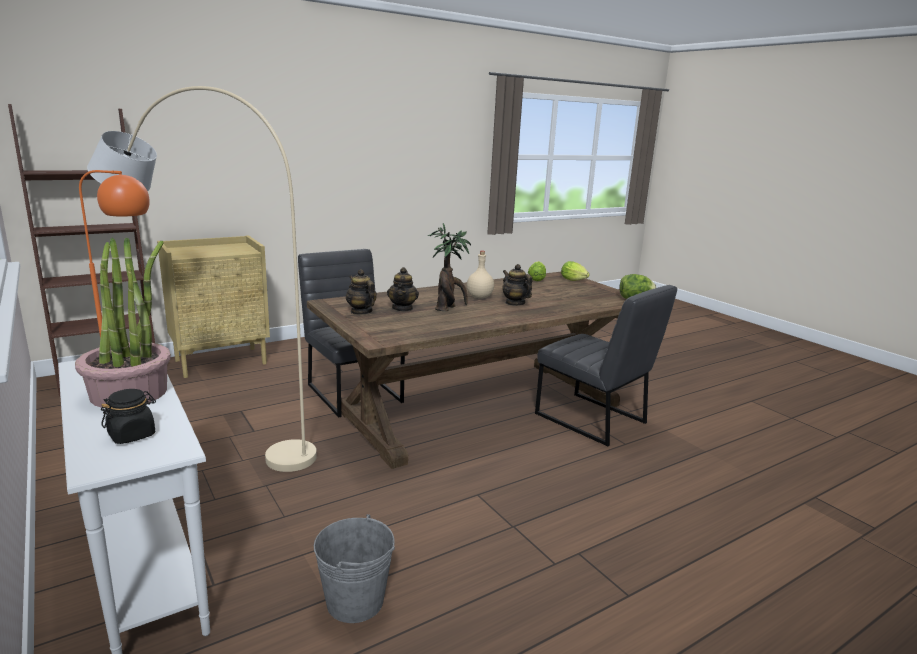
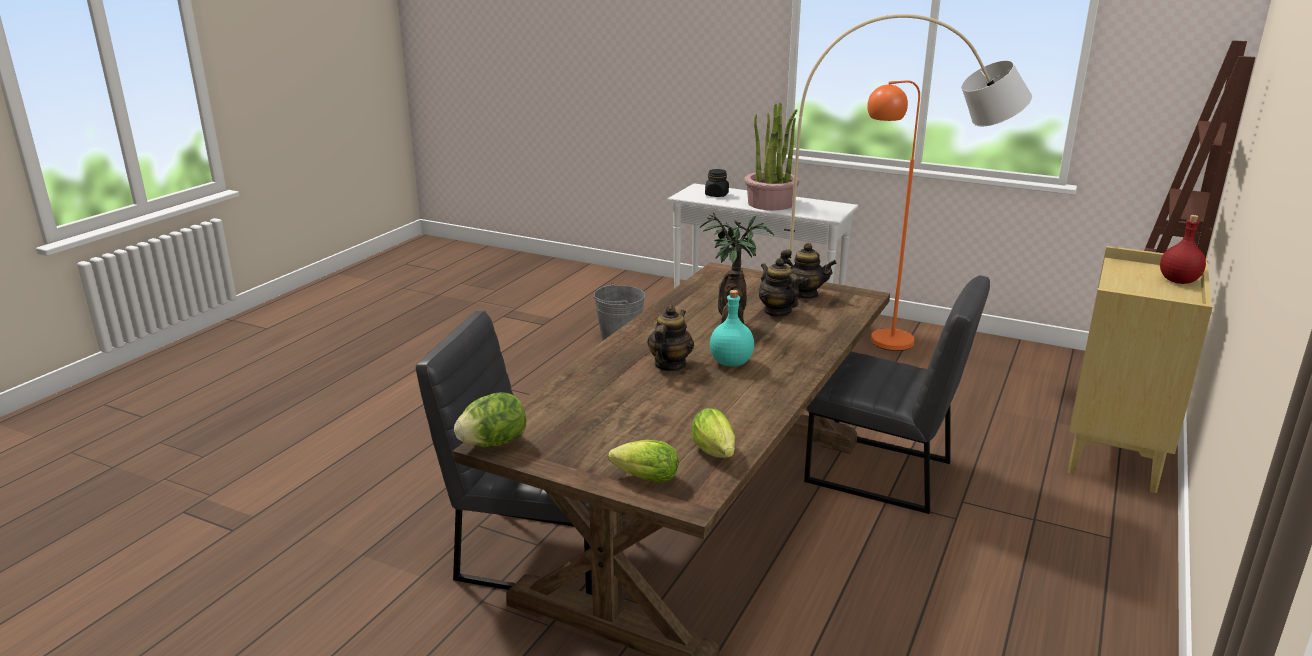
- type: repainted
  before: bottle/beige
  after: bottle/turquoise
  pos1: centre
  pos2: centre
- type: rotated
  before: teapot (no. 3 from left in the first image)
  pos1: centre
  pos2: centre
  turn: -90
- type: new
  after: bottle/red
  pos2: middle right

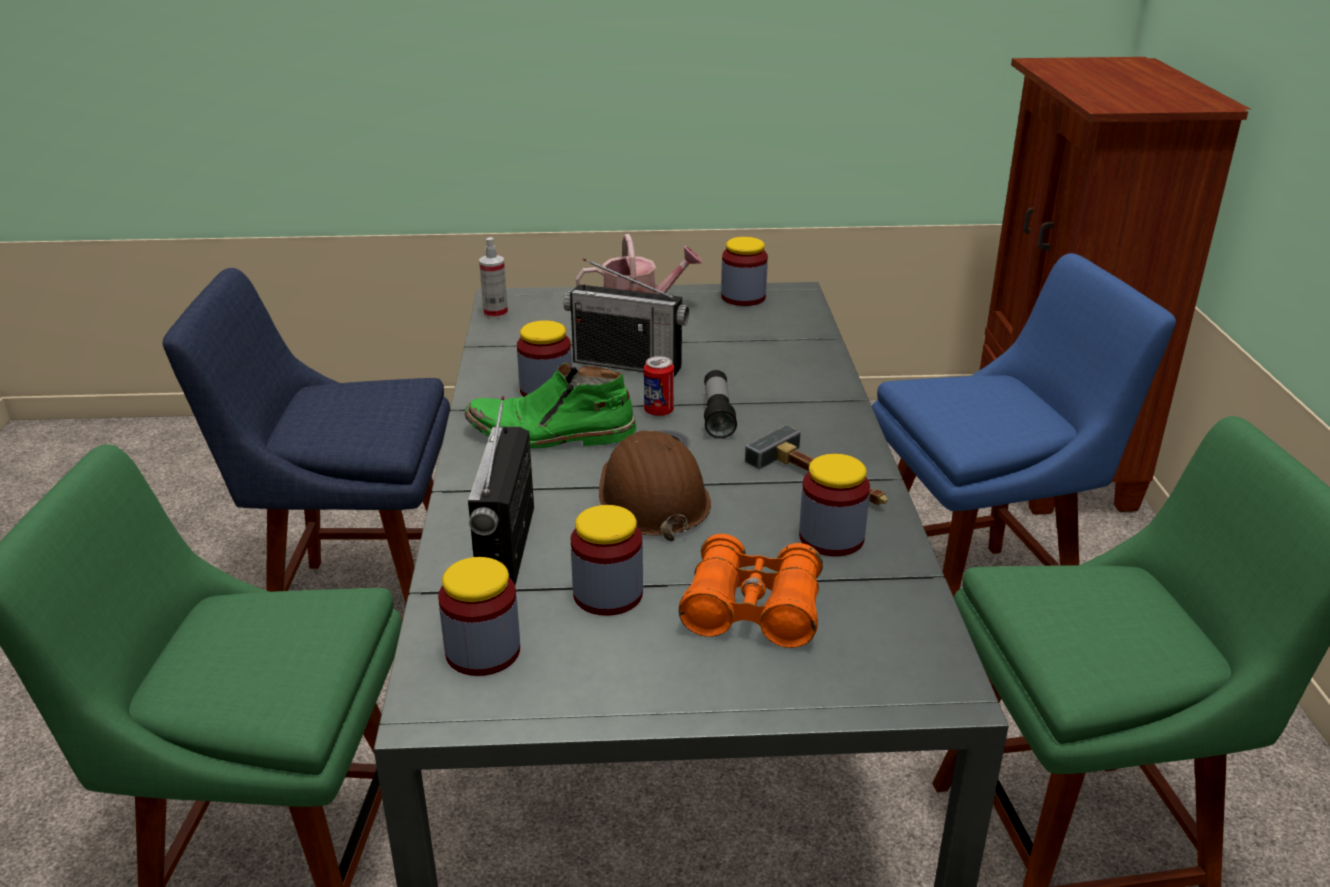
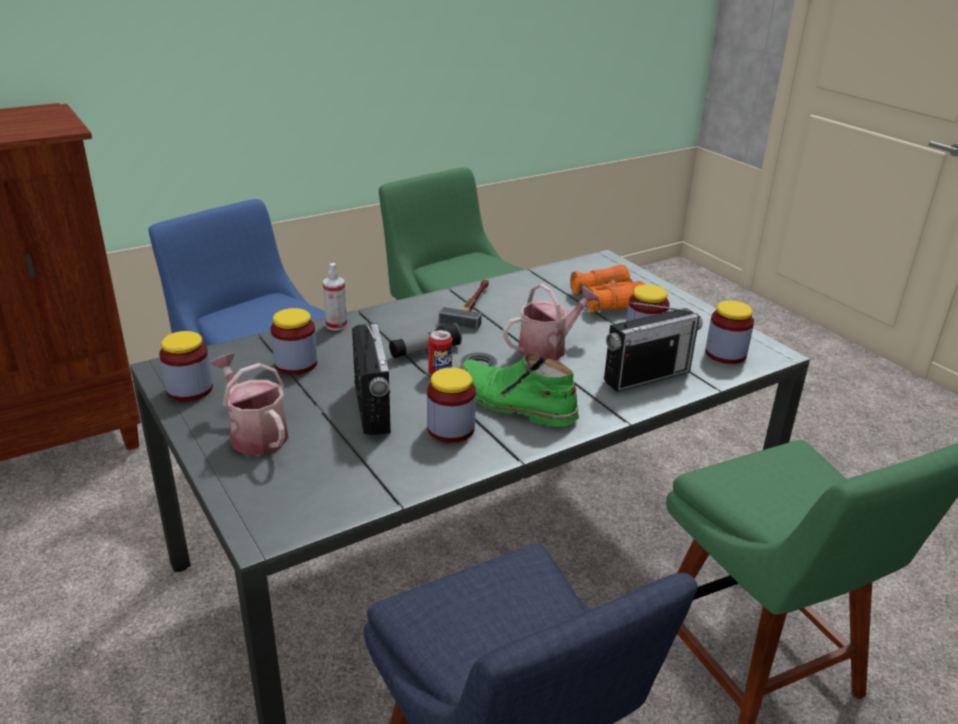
- type: rotated
  before: boot/green
  pos1: centre
  pos2: centre
  turn: 150
- type: shifted
  before: spray bottle
  pos1: top centre
  pos2: centre
- type: swapped
  before: hard hat/brown
  after: watering can (no. 2 from left)
  pos1: centre
  pos2: centre
- type: shifted
  before: jar (no. 5 from left in the first image)
  after: jar (no. 2 from left)
  pos1: centre
  pos2: middle left

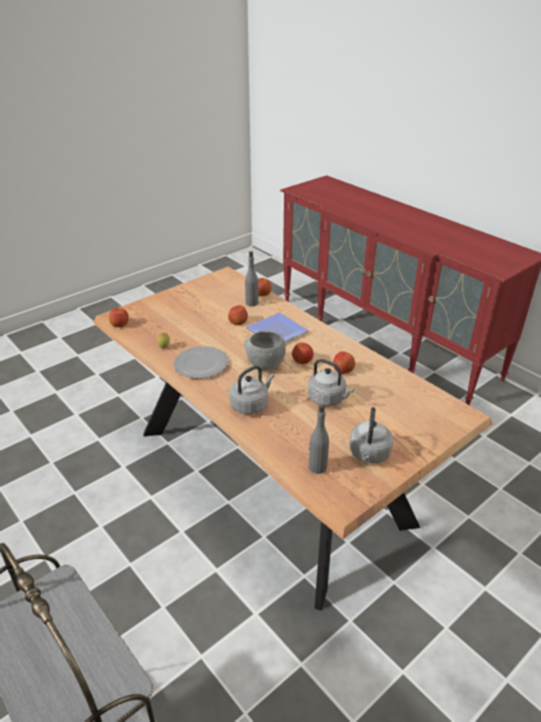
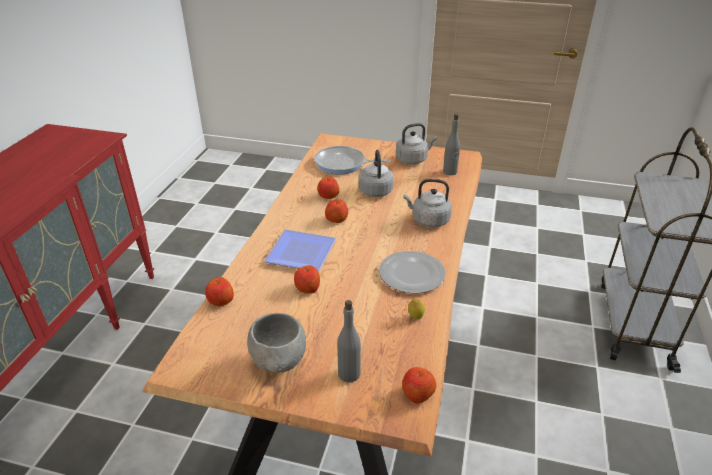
- type: shifted
  before: bowl/grey
  pos1: centre
  pos2: bottom centre
- type: shifted
  before: bottle/grey (no. 1 from left)
  pos1: centre
  pos2: bottom centre
- type: new
  after: frying pan
  pos2: centre

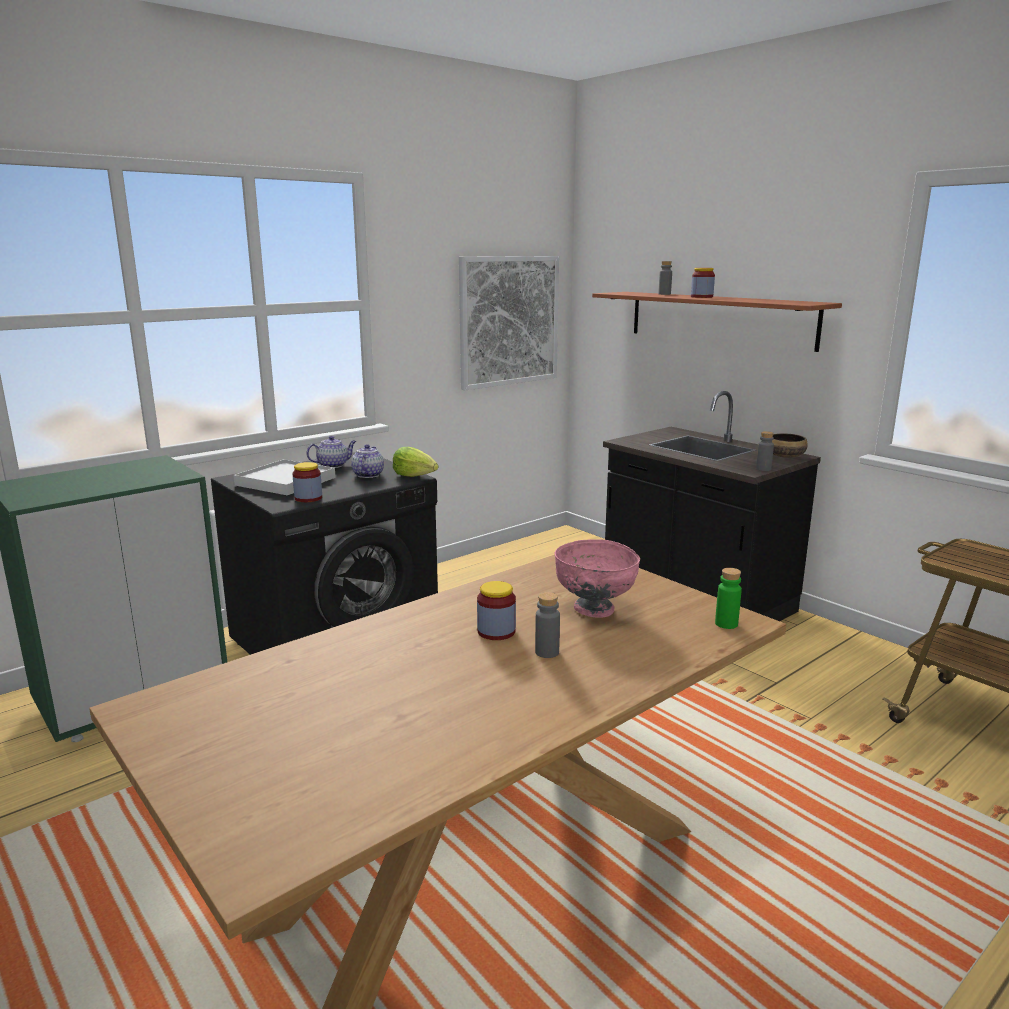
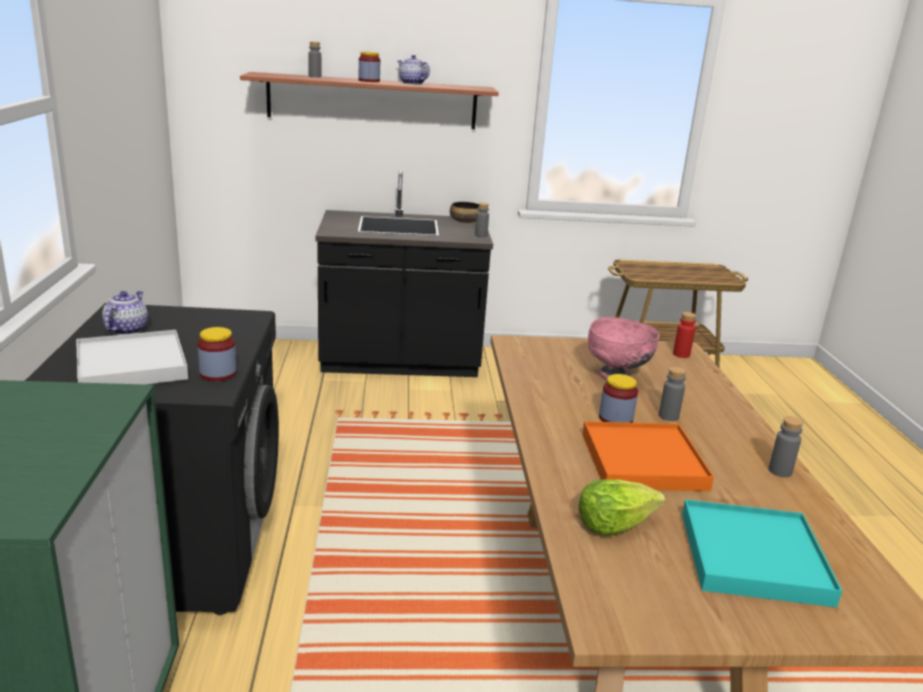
- type: shifted
  before: teapot (no. 2 from left)
  pos1: centre
  pos2: top centre
- type: shifted
  before: lettuce
  pos1: centre
  pos2: bottom right
- type: gone
  before: picture
  pos1: top centre
- type: repainted
  before: bottle/green
  after: bottle/red
  pos1: middle right
  pos2: middle right
- type: new
  after: tray/orange
  pos2: middle right
- type: new
  after: tray/turquoise
  pos2: bottom right
- type: new
  after: bottle/grey (no. 4 from left)
  pos2: middle right

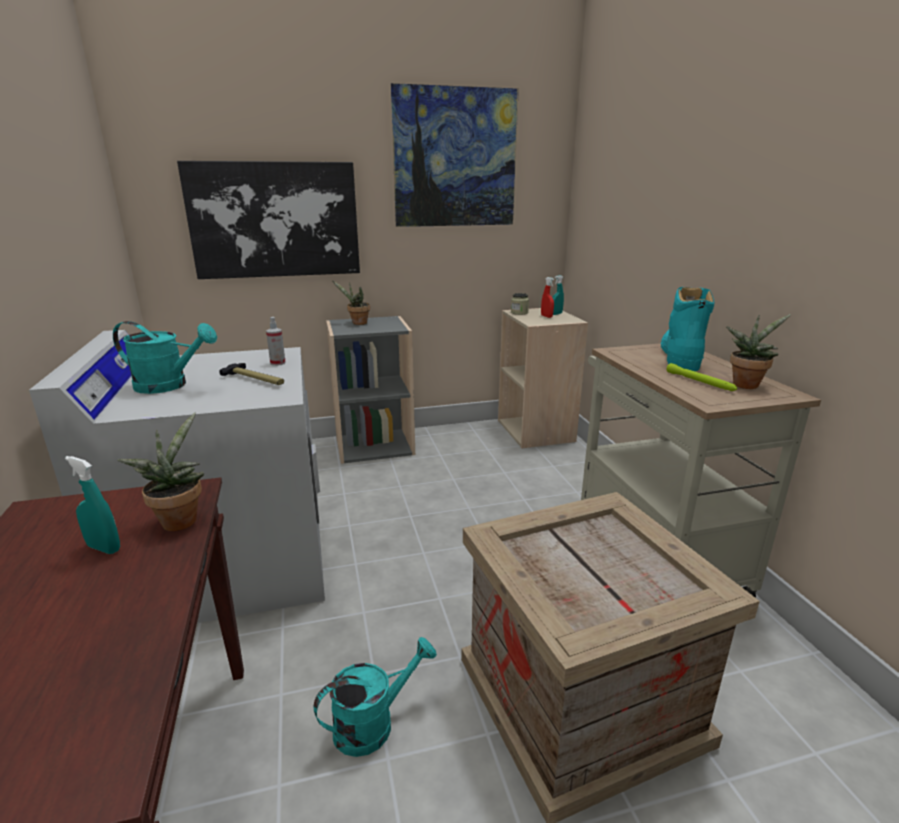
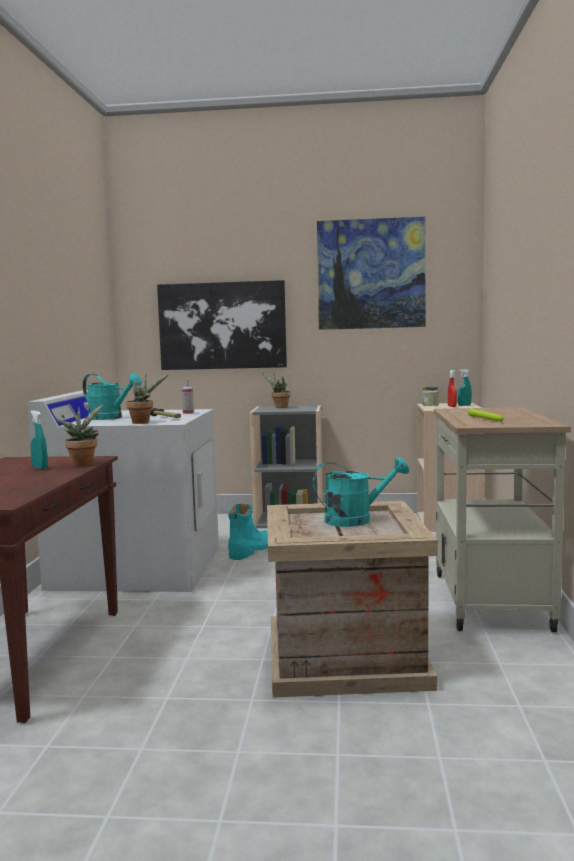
- type: shifted
  before: watering can/turquoise (no. 2 from left)
  pos1: bottom centre
  pos2: centre
- type: shifted
  before: boot/turquoise
  pos1: middle right
  pos2: centre
- type: shifted
  before: potted plant (no. 3 from left in the first image)
  after: potted plant (no. 2 from left)
  pos1: middle right
  pos2: middle left

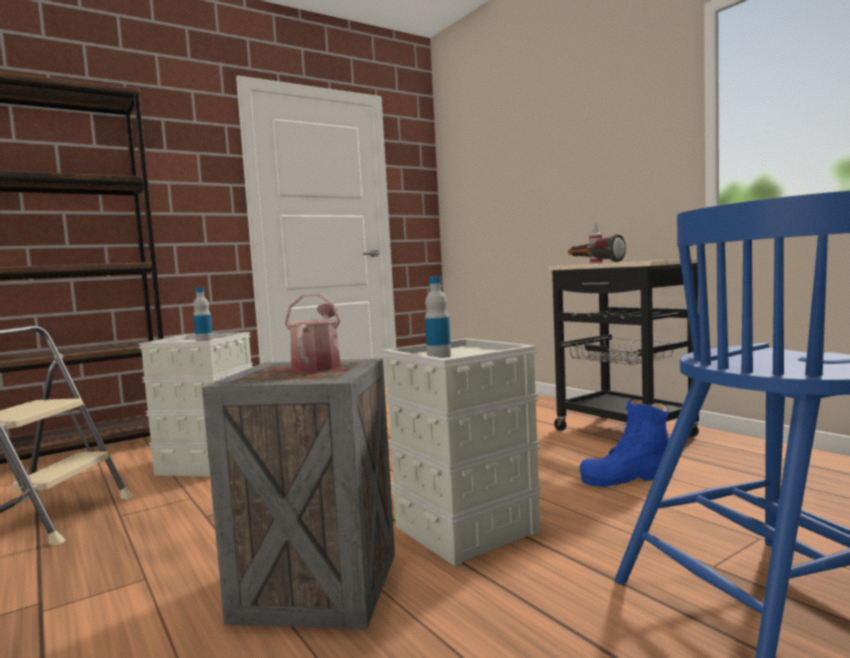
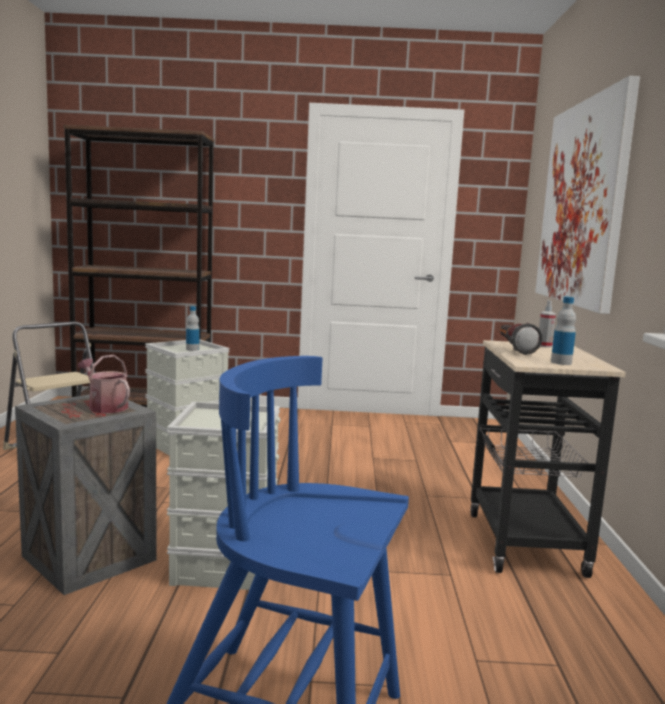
- type: rotated
  before: watering can
  pos1: centre
  pos2: middle left
  turn: -90
- type: shifted
  before: bottle (no. 2 from left)
  pos1: centre
  pos2: middle right
- type: gone
  before: boot/blue
  pos1: bottom right
- type: new
  after: picture
  pos2: top right

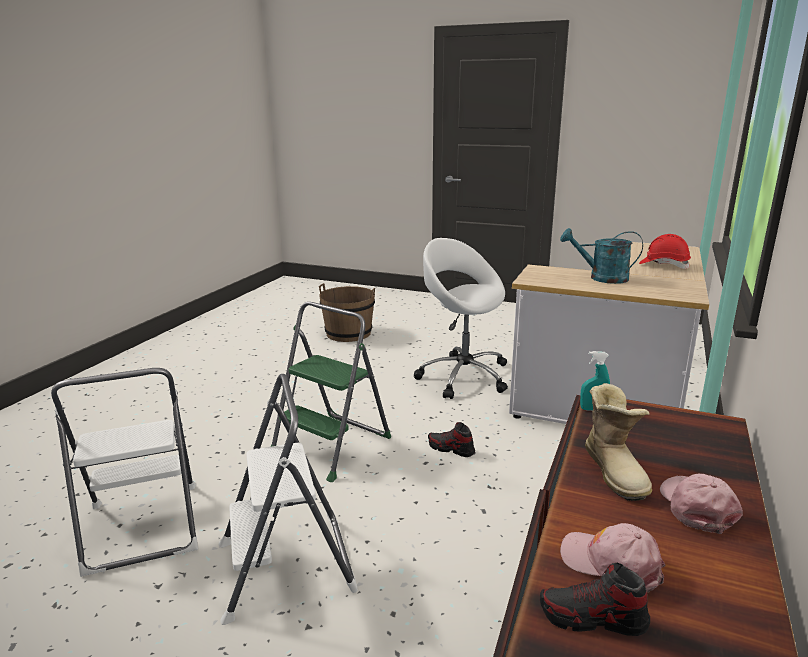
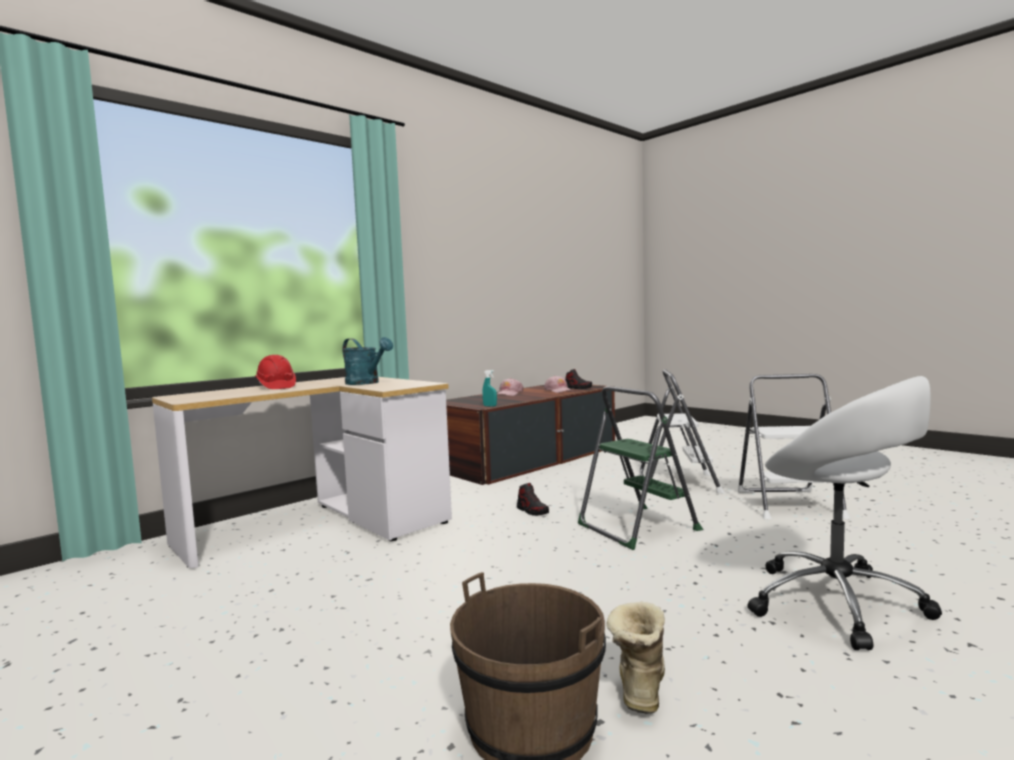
- type: shifted
  before: office chair/white
  pos1: centre
  pos2: bottom right
- type: shifted
  before: boot
  pos1: bottom right
  pos2: bottom centre

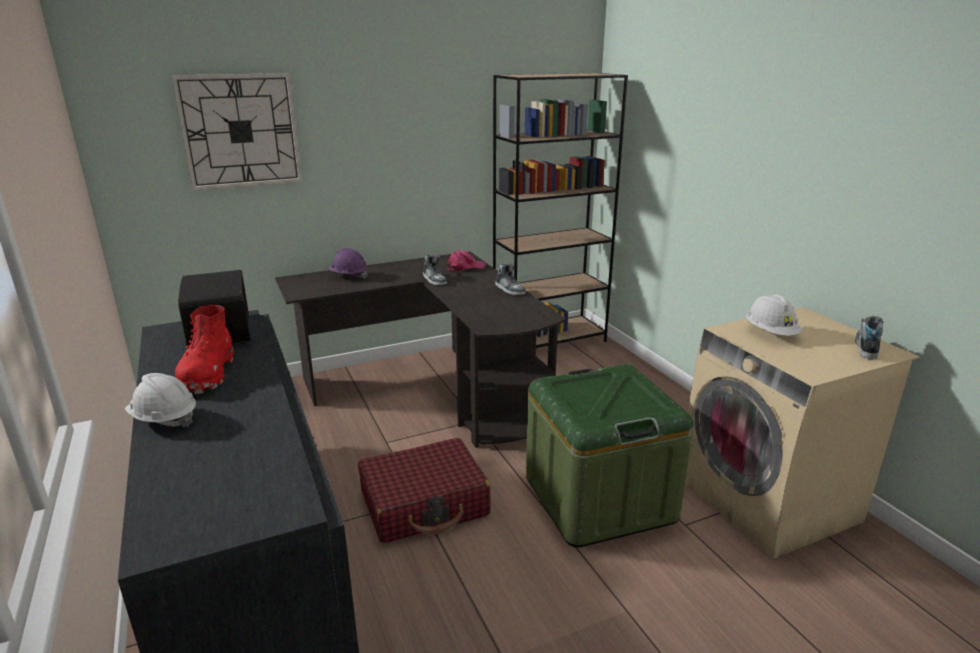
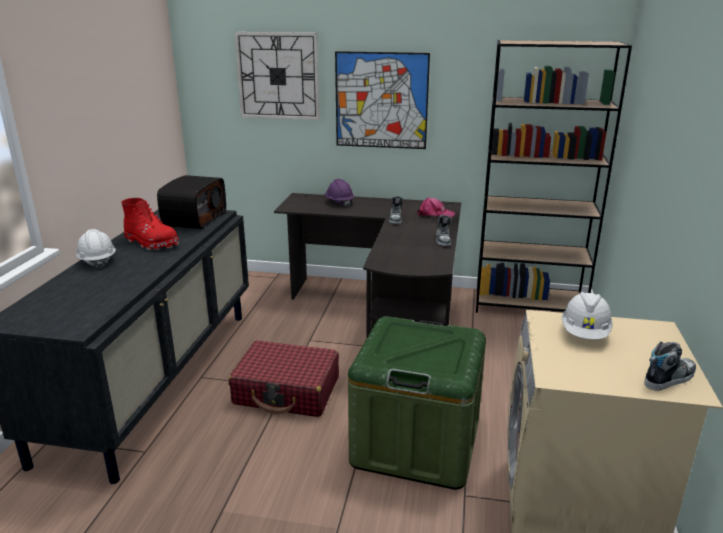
- type: rotated
  before: boot/red
  pos1: middle left
  pos2: middle left
  turn: -90
- type: new
  after: picture
  pos2: top centre

